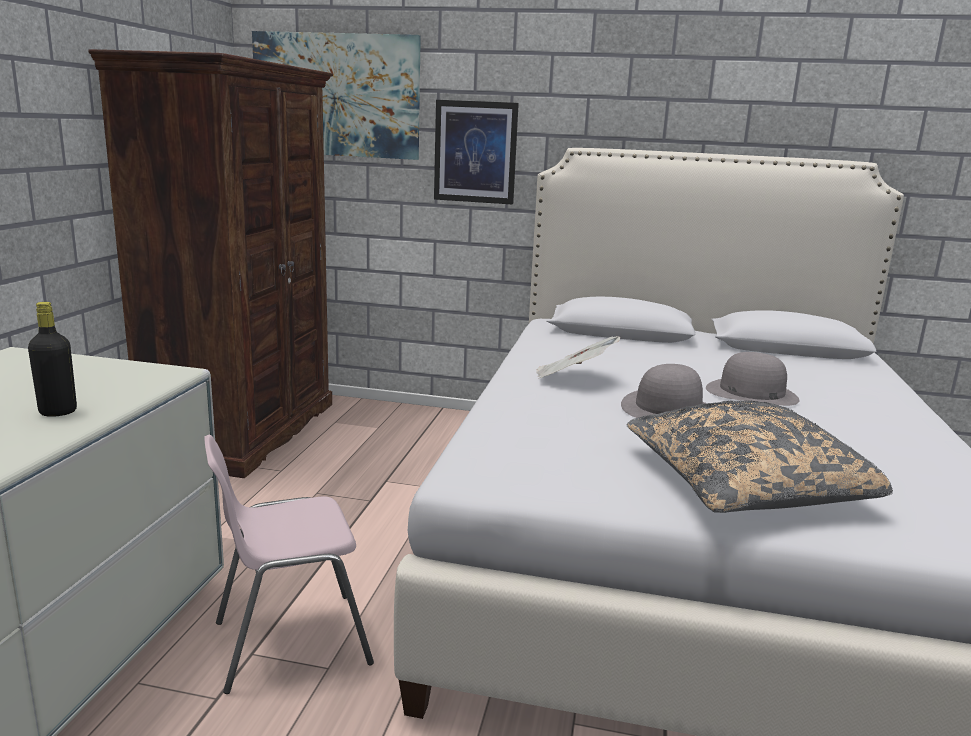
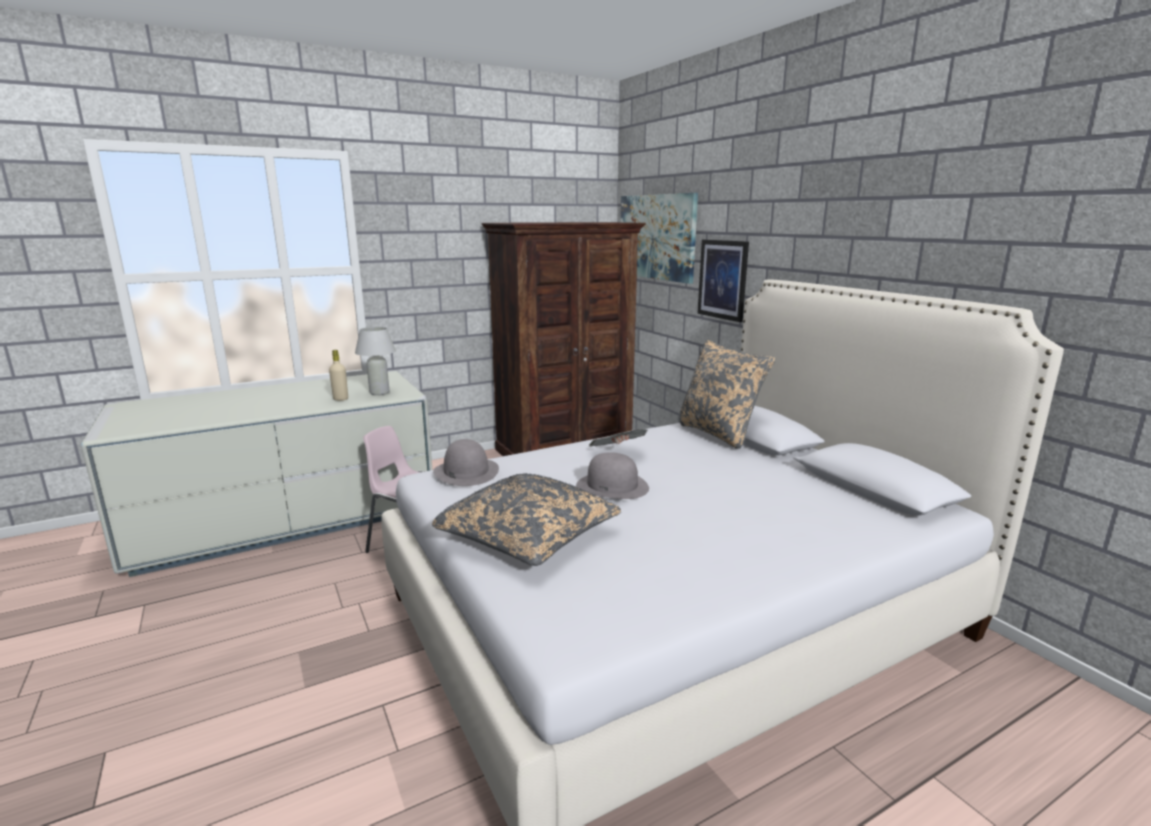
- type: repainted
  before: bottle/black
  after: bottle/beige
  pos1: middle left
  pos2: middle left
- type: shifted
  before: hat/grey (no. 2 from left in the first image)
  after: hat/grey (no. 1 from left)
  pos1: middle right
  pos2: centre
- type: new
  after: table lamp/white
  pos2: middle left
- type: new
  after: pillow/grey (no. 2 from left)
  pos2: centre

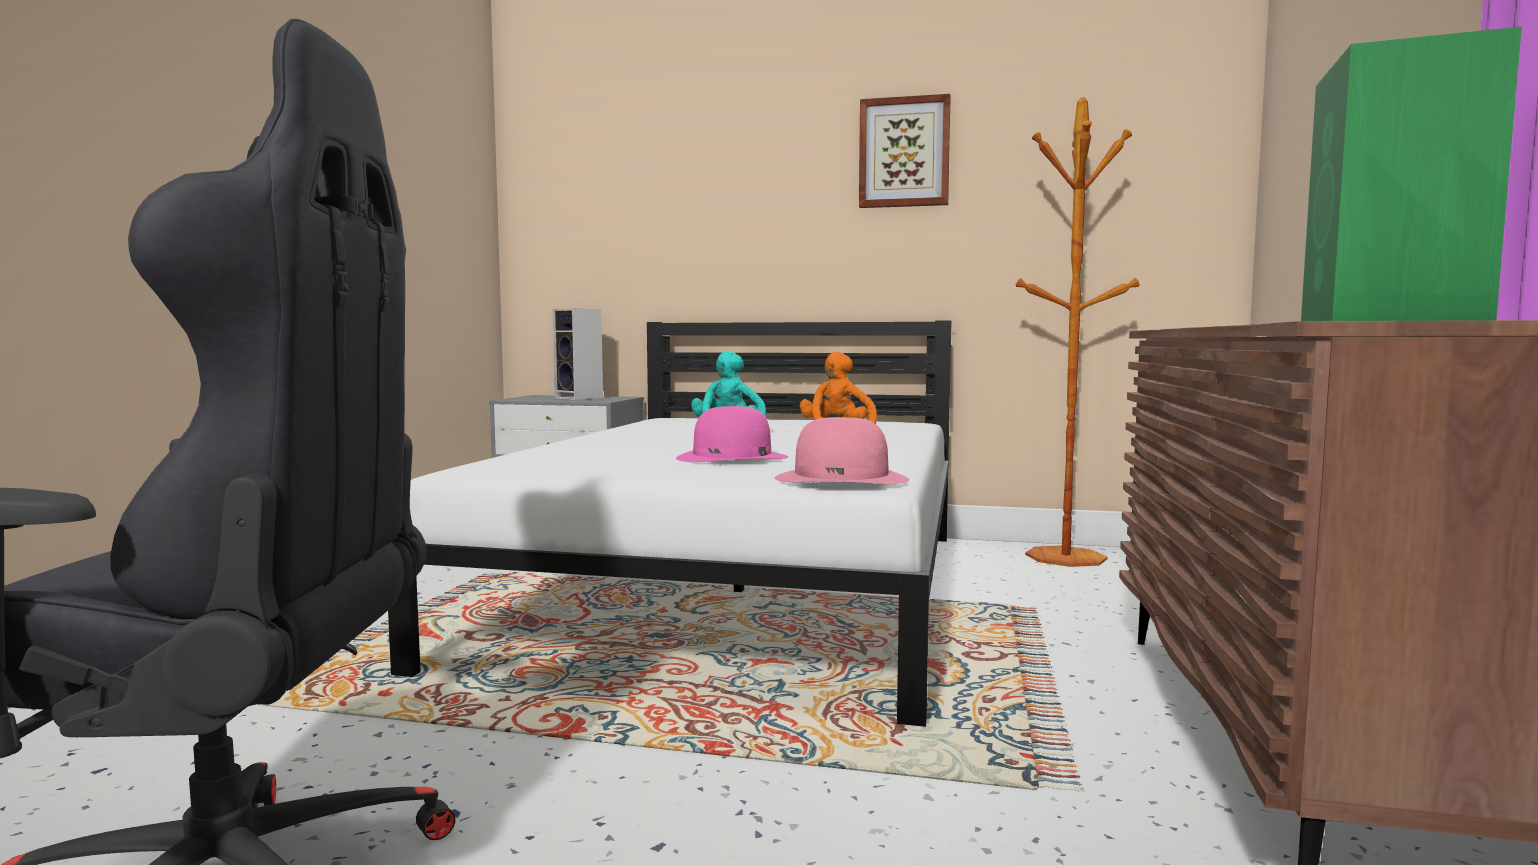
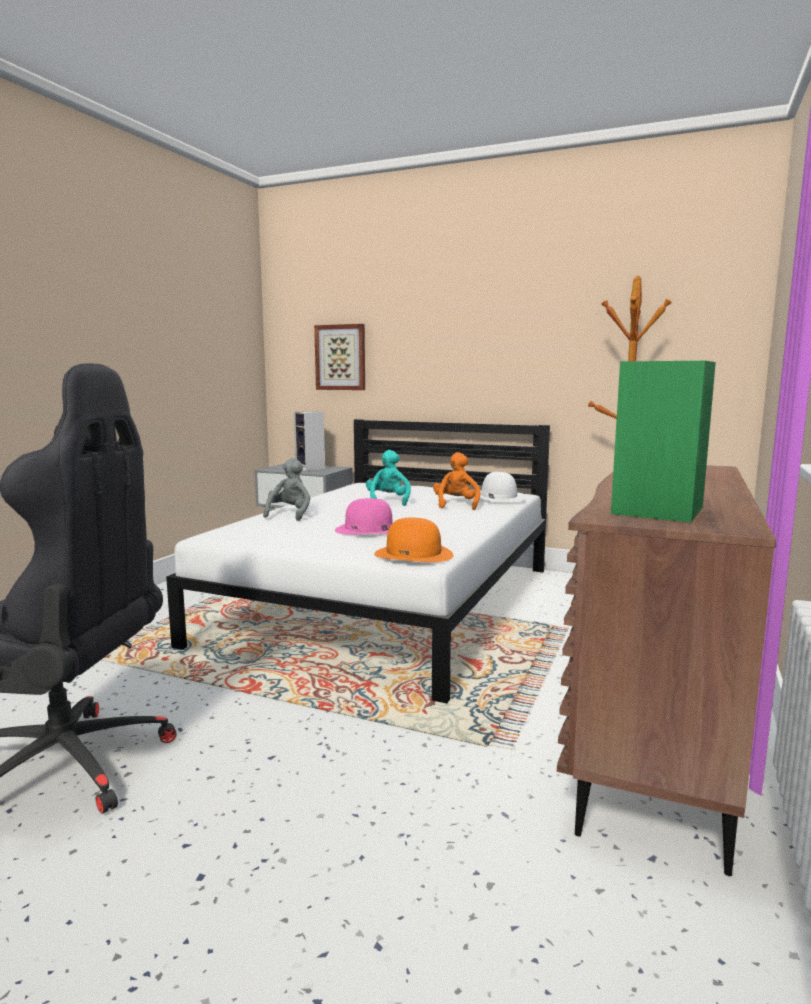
- type: repainted
  before: hat/pink (no. 2 from left)
  after: hat/orange
  pos1: centre
  pos2: centre
- type: shifted
  before: picture
  pos1: top centre
  pos2: centre
- type: new
  after: plush toy/grey
  pos2: centre
- type: new
  after: hat/white
  pos2: centre

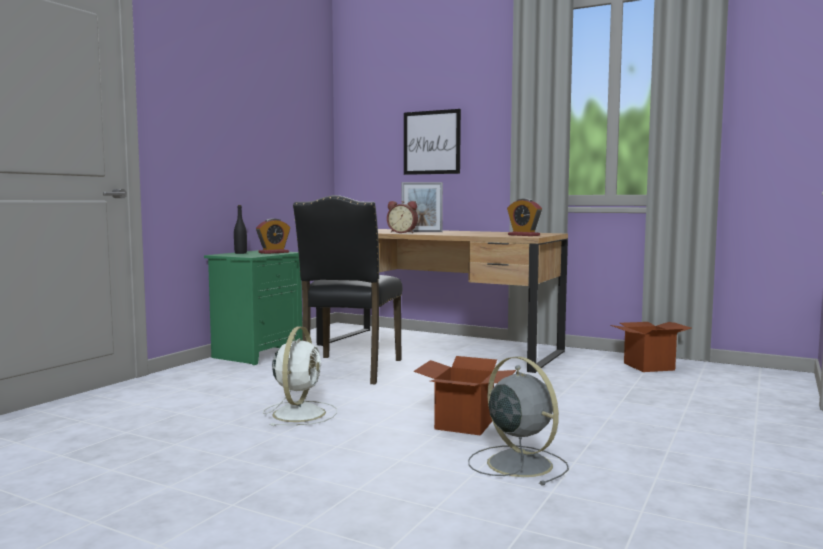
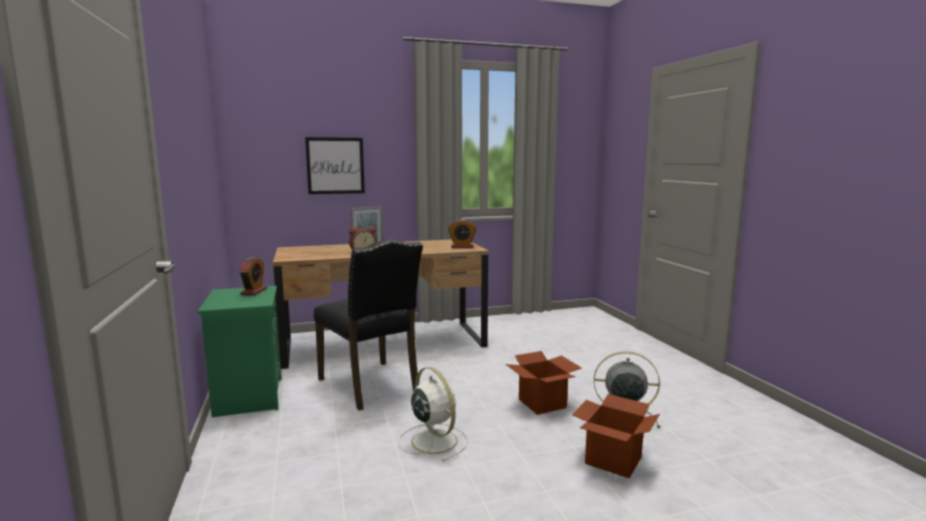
- type: gone
  before: bottle/black
  pos1: middle left
- type: shifted
  before: cardboard box (no. 2 from left)
  pos1: middle right
  pos2: bottom centre

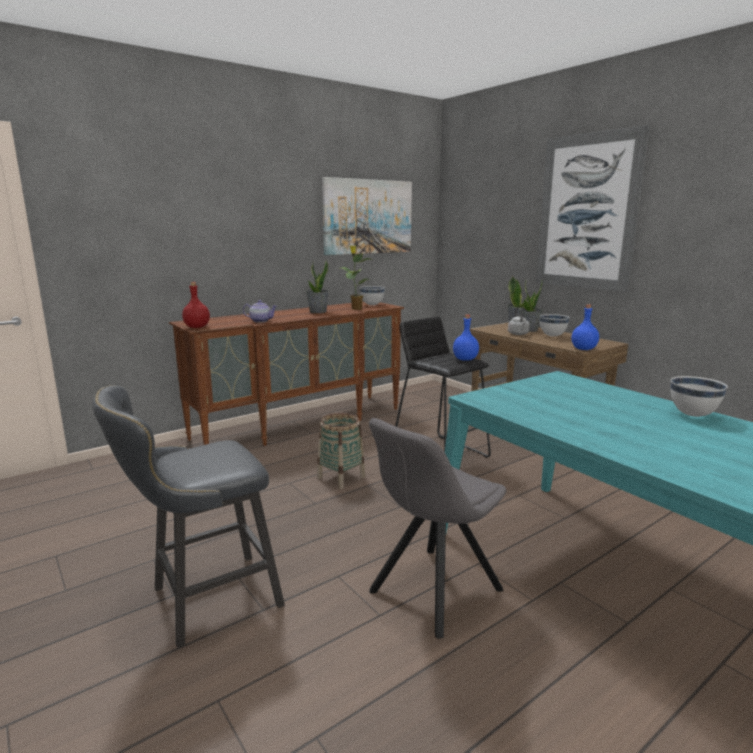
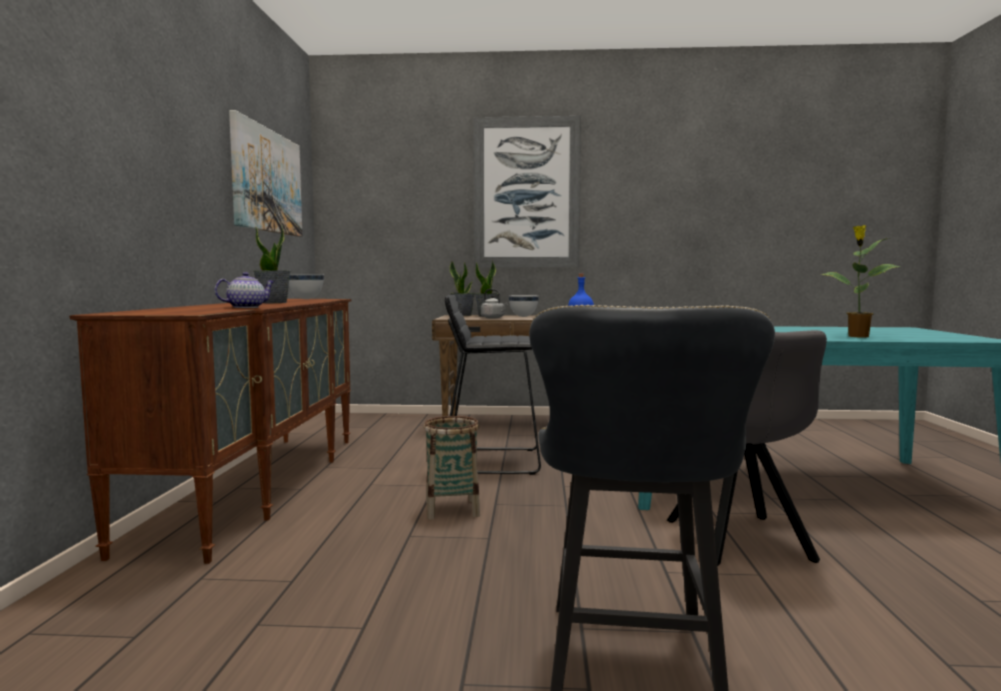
- type: gone
  before: bottle/red
  pos1: middle left
- type: shifted
  before: potted plant (no. 2 from left in the first image)
  after: potted plant (no. 4 from left)
  pos1: centre
  pos2: middle right
- type: gone
  before: bottle/blue (no. 1 from left)
  pos1: centre
- type: gone
  before: bowl/white (no. 3 from left)
  pos1: middle right

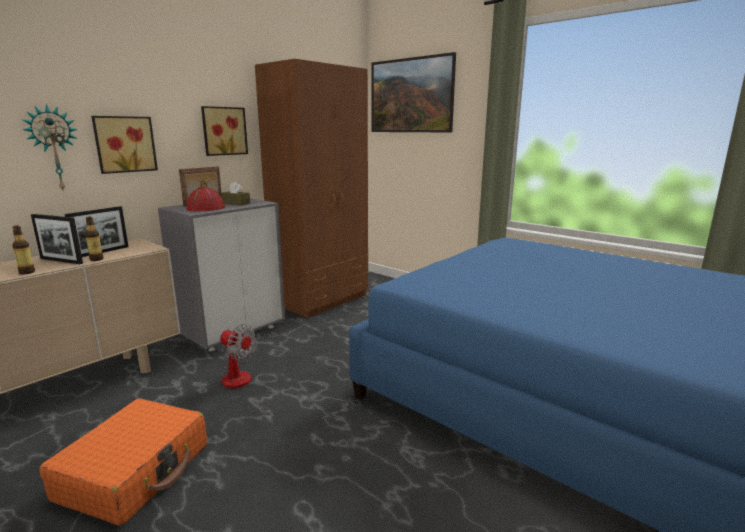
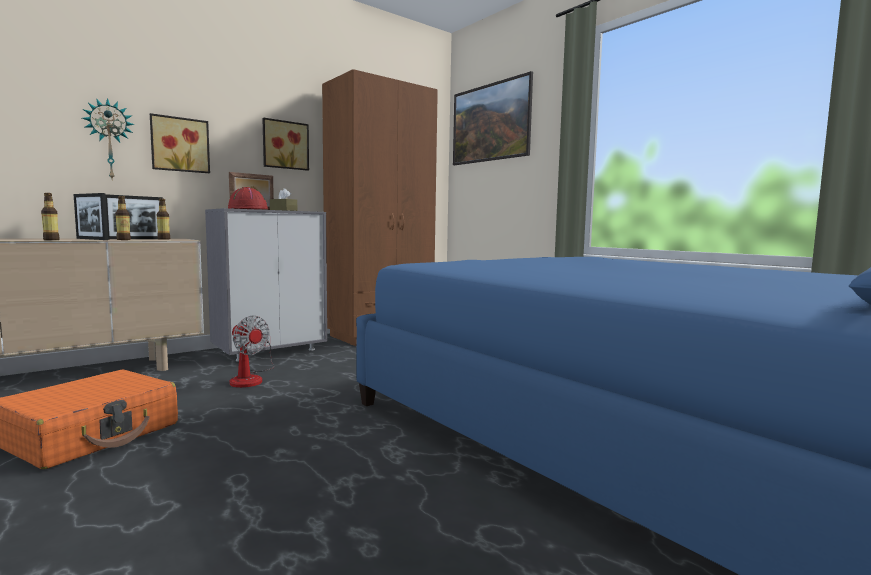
- type: new
  after: bottle (no. 3 from left)
  pos2: middle left

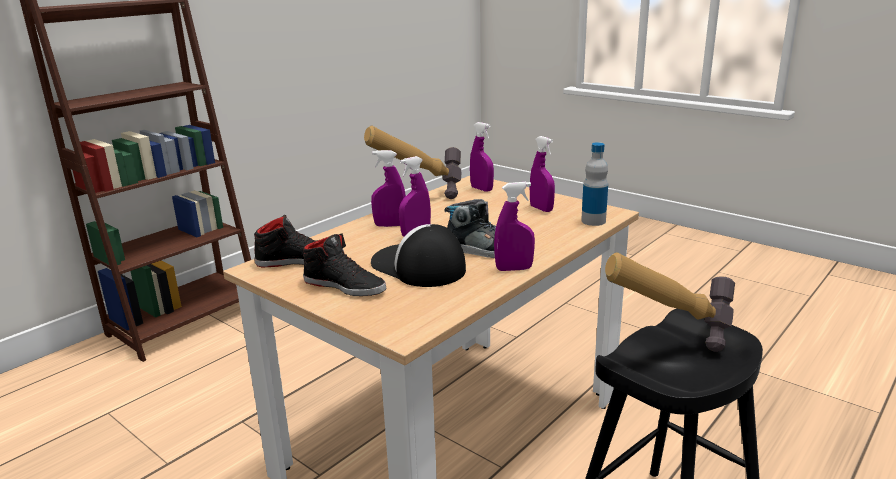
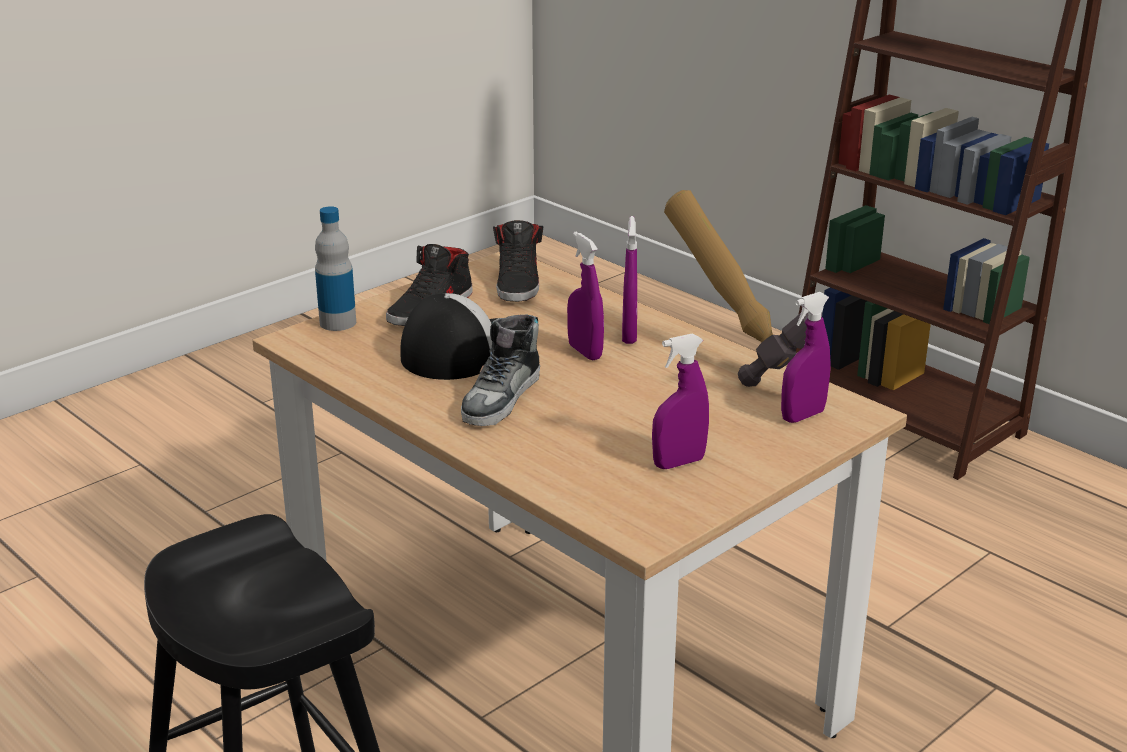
- type: gone
  before: spray bottle/purple (no. 4 from left)
  pos1: centre
- type: shifted
  before: bottle
  pos1: centre
  pos2: middle left
- type: gone
  before: hammer (no. 2 from left)
  pos1: middle right

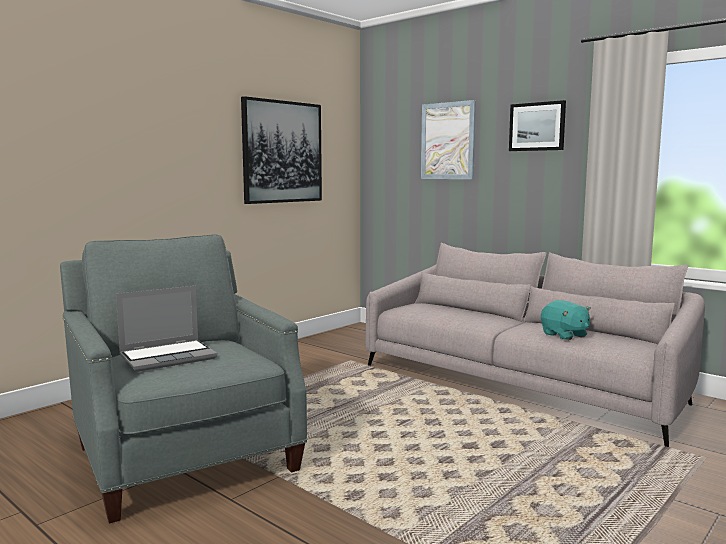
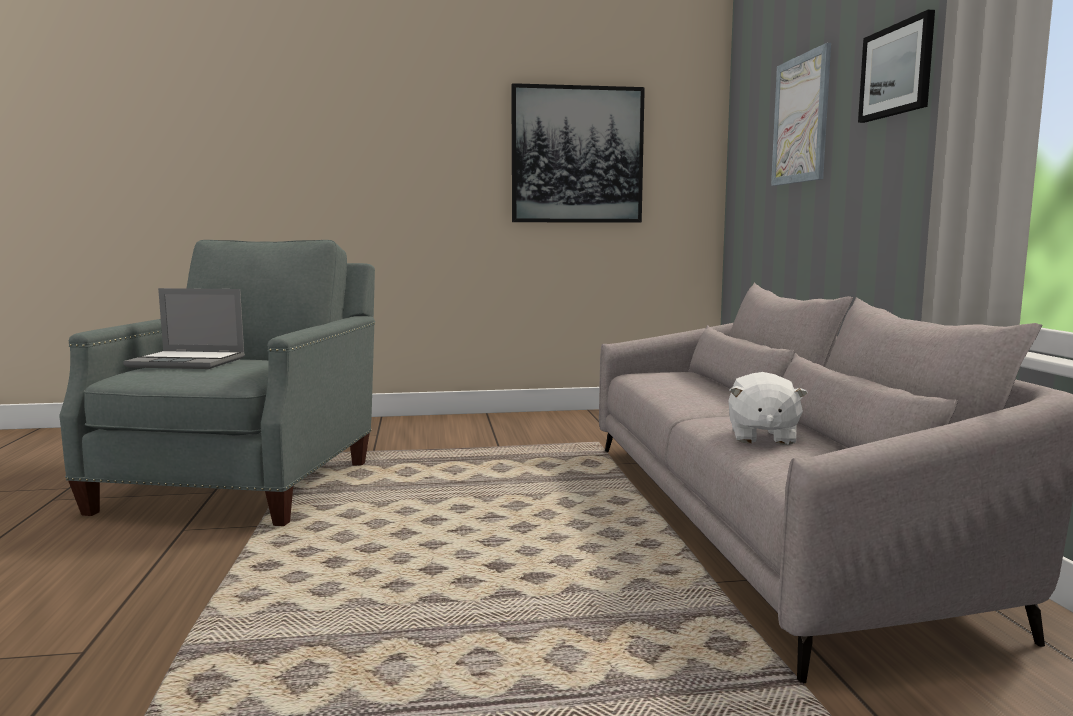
- type: repainted
  before: plush toy/turquoise
  after: plush toy/white
  pos1: middle right
  pos2: middle right

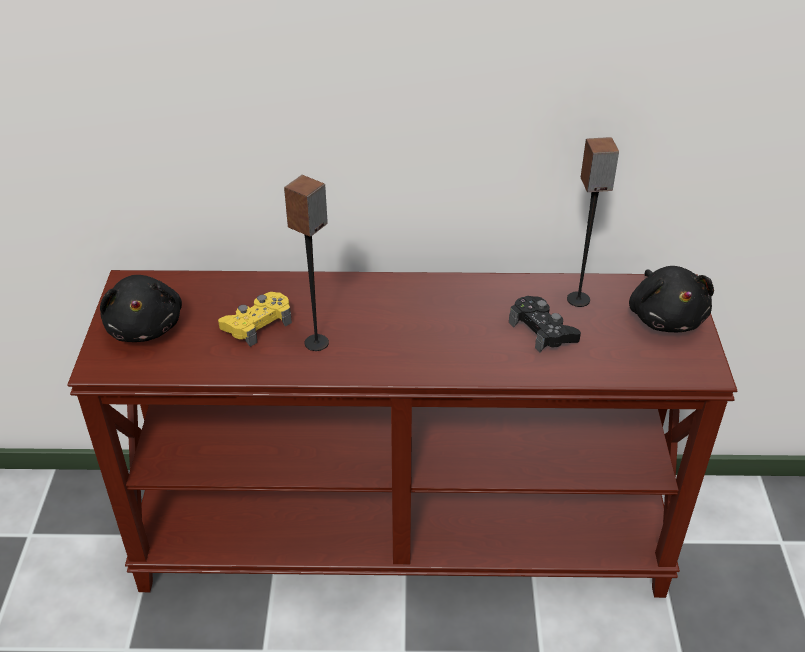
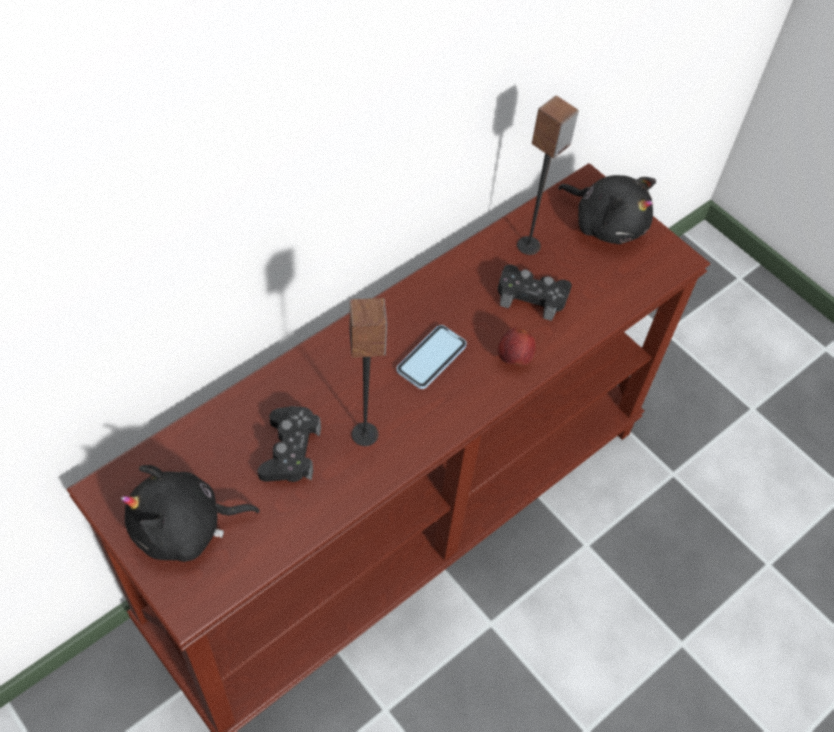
- type: rotated
  before: plush toy/black (no. 1 from left)
  pos1: middle left
  pos2: bottom left
  turn: 135
- type: repainted
  before: game controller/yellow
  after: game controller/black (no. 1 from left)
  pos1: middle left
  pos2: centre
- type: new
  after: phone
  pos2: centre
- type: new
  after: apple
  pos2: centre

